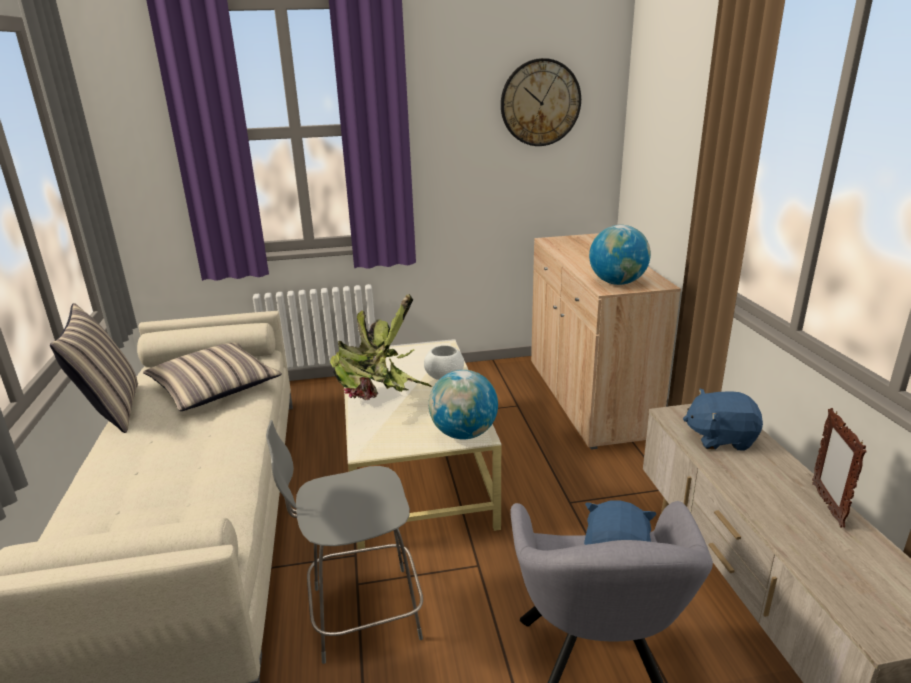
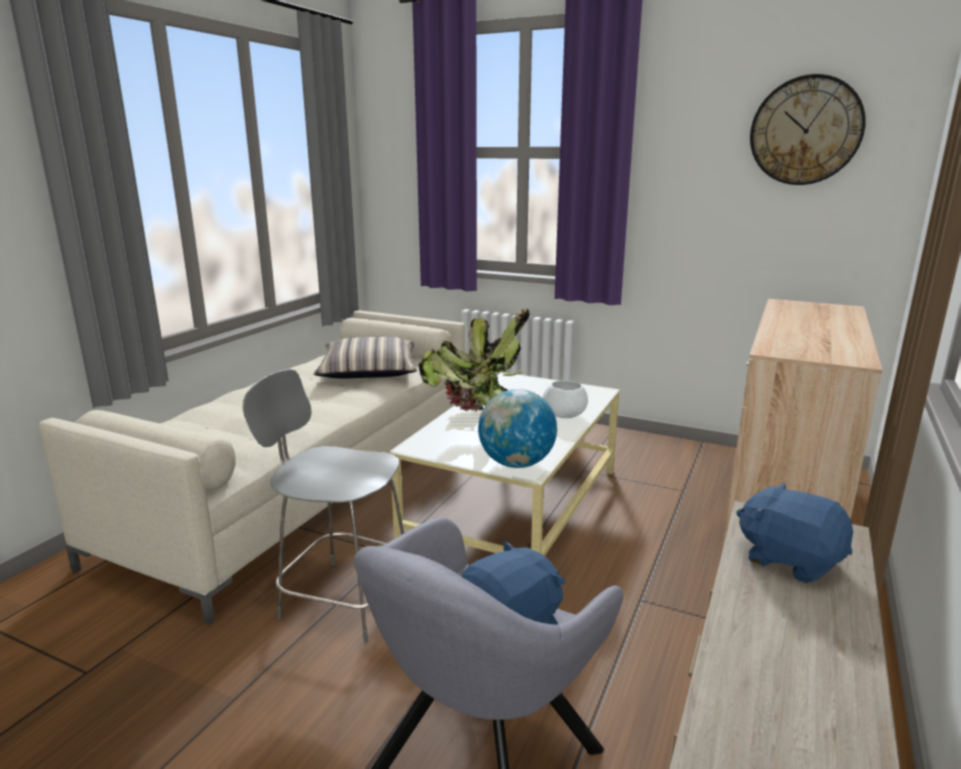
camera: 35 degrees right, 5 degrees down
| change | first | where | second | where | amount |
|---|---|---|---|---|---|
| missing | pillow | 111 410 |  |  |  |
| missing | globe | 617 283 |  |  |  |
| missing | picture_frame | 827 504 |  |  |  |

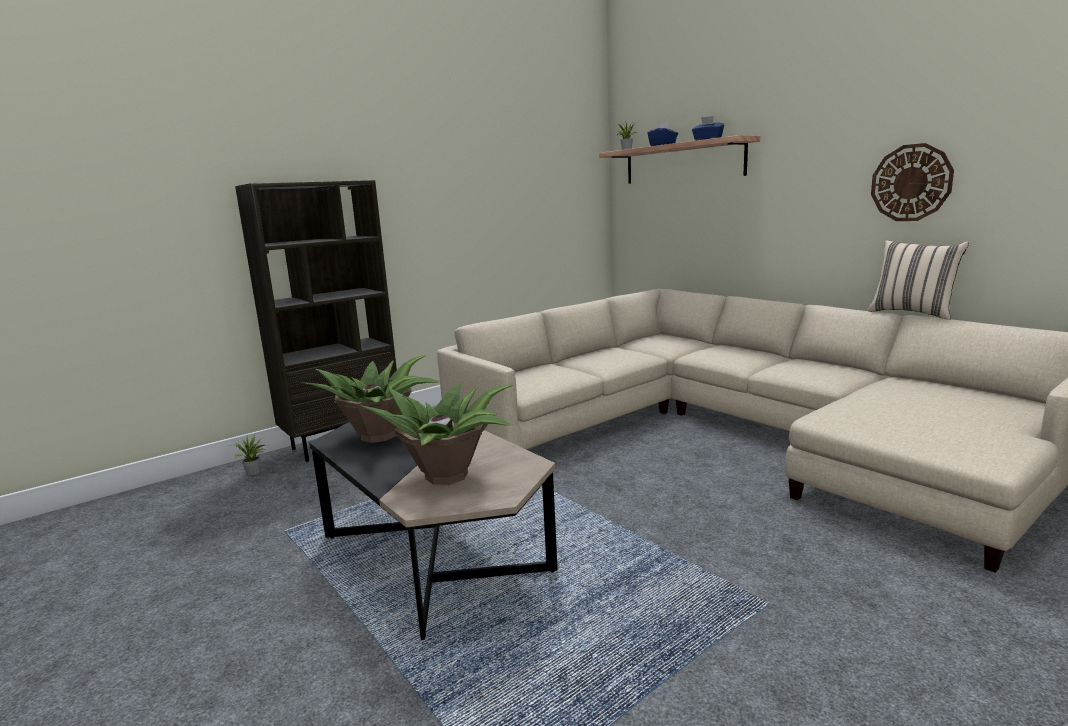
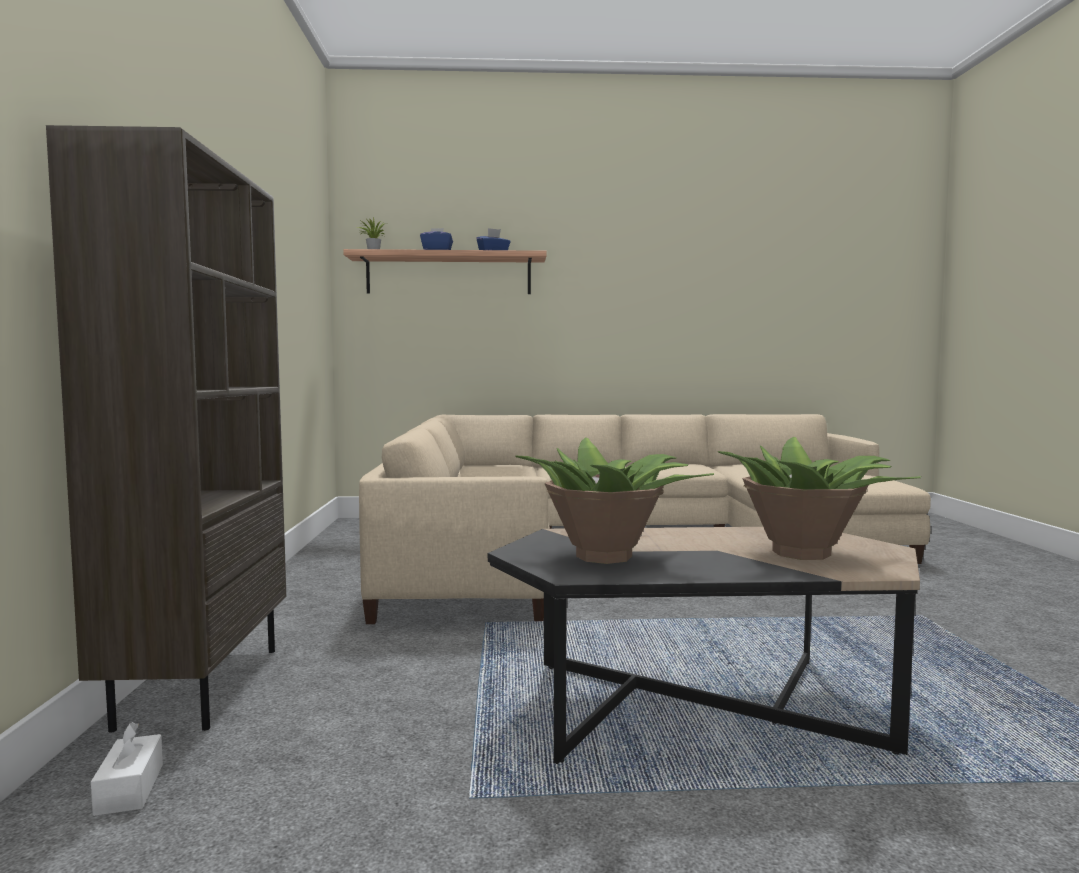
camera: 55 degrees left, 10 degrees down
| change | first | where | second | where | amount |
|---|---|---|---|---|---|
| exchanged | potted_plant | 254 472 | white_tissue_box | 129 789 |  |
| missing | beige_pillow | 912 313 |  |  |  |
| missing | wall_clock | 911 183 |  |  |  |

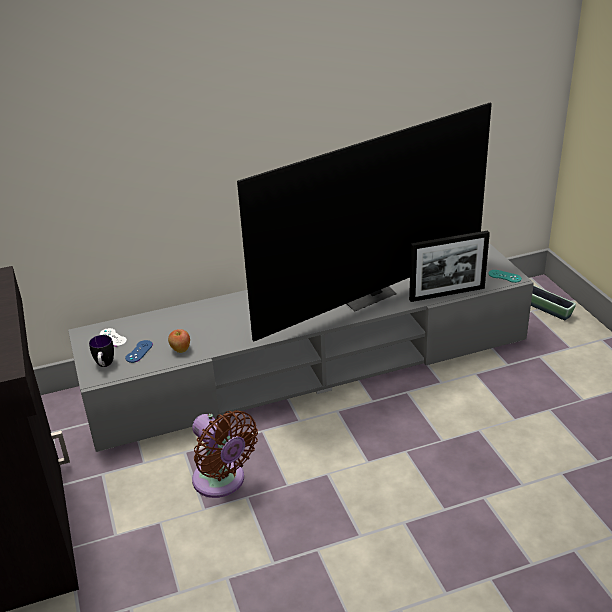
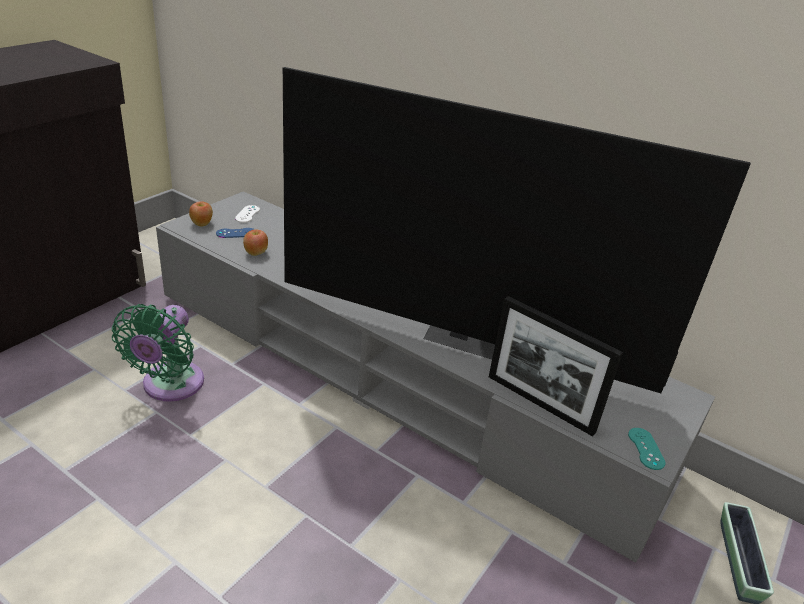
camera: 50 degrees right, 0 degrees up
| change | first | where | second | where | amount |
|---|---|---|---|---|---|
| exchanged | mug | 104 365 | apple | 202 224 |  |
| colour | brown_fan | 222 482 | green_fan | 170 386 |  |

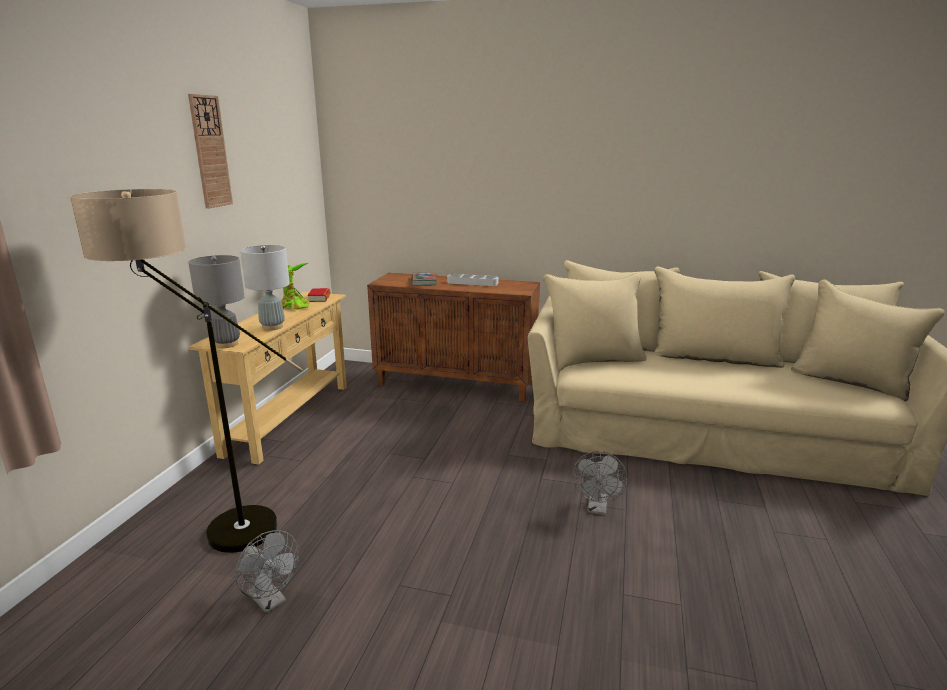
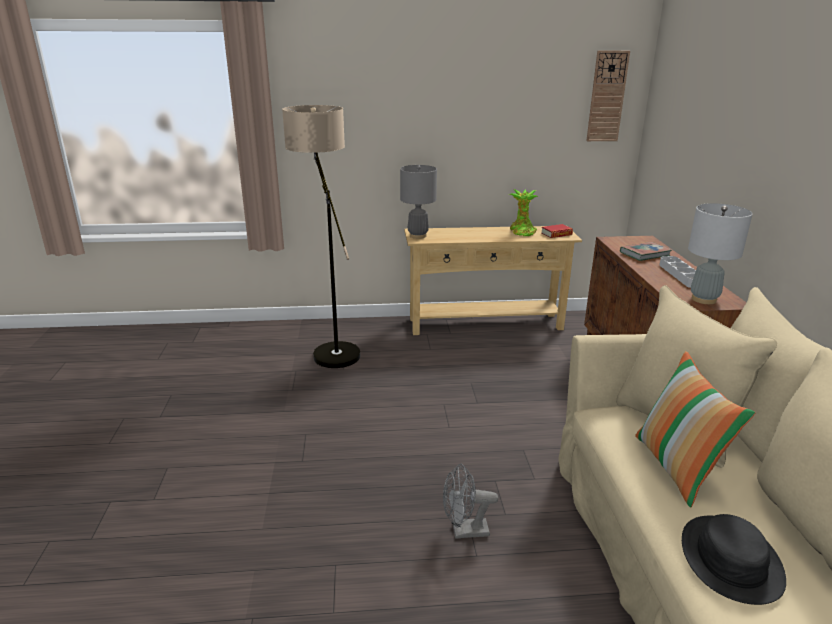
camera: 70 degrees right, 5 degrees up
| change | first | where | second | where | amount |
|---|---|---|---|---|---|
| relocated | wall_clock | 210 152 |  | 607 97 |  |
| missing | grey_fan | 271 601 |  |  |  |
| relocated | grey_table_lamp | 272 327 |  | 703 299 |  |
| appeared |  |  | pillow | 677 467 |  |
| appeared |  |  | black_hat | 730 559 |  |

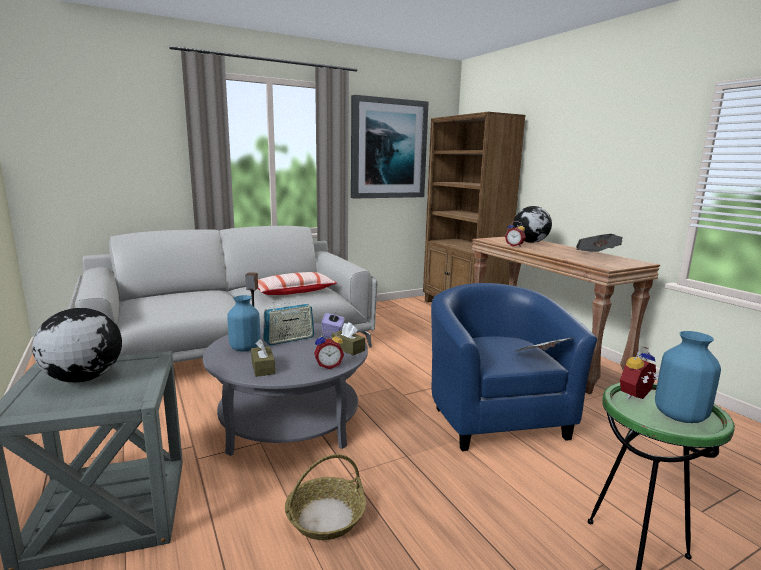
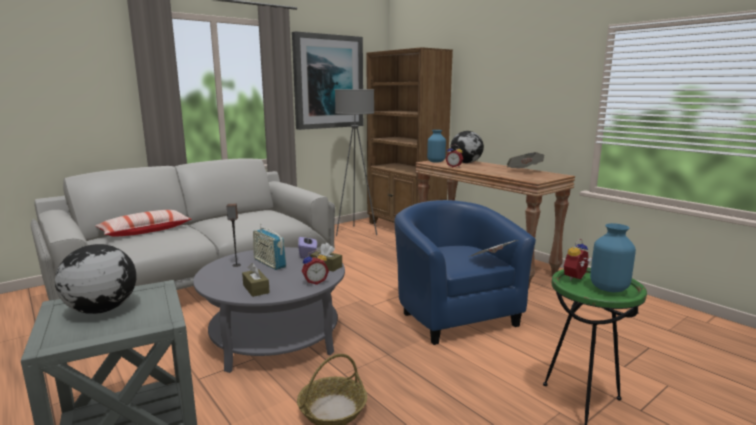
camera: 10 degrees left, 0 degrees up
| change | first | where | second | where | amount |
|---|---|---|---|---|---|
| relocated | blue_vase | 245 348 |  | 436 161 |  |
| relocated | pillow | 294 292 |  | 145 231 |  |
| spun | radio | 289 339 |  | 269 263 | 90 degrees clockwise |
| appeared |  |  | grey_floor_lamp | 356 232 |  |

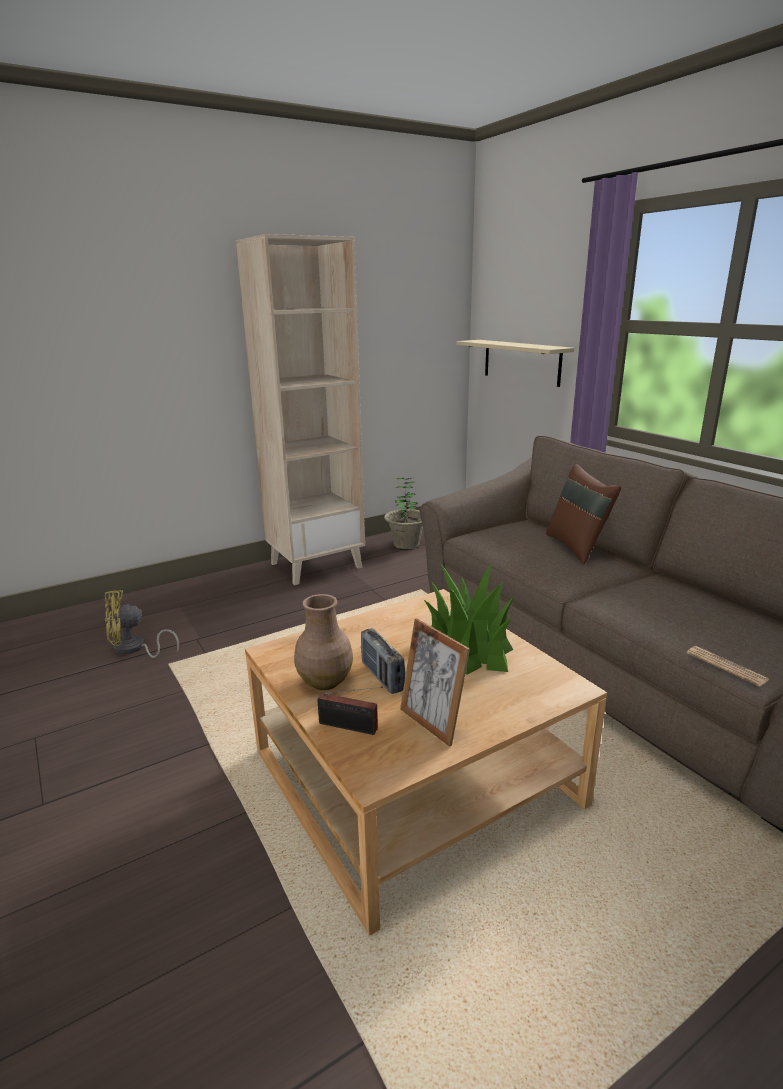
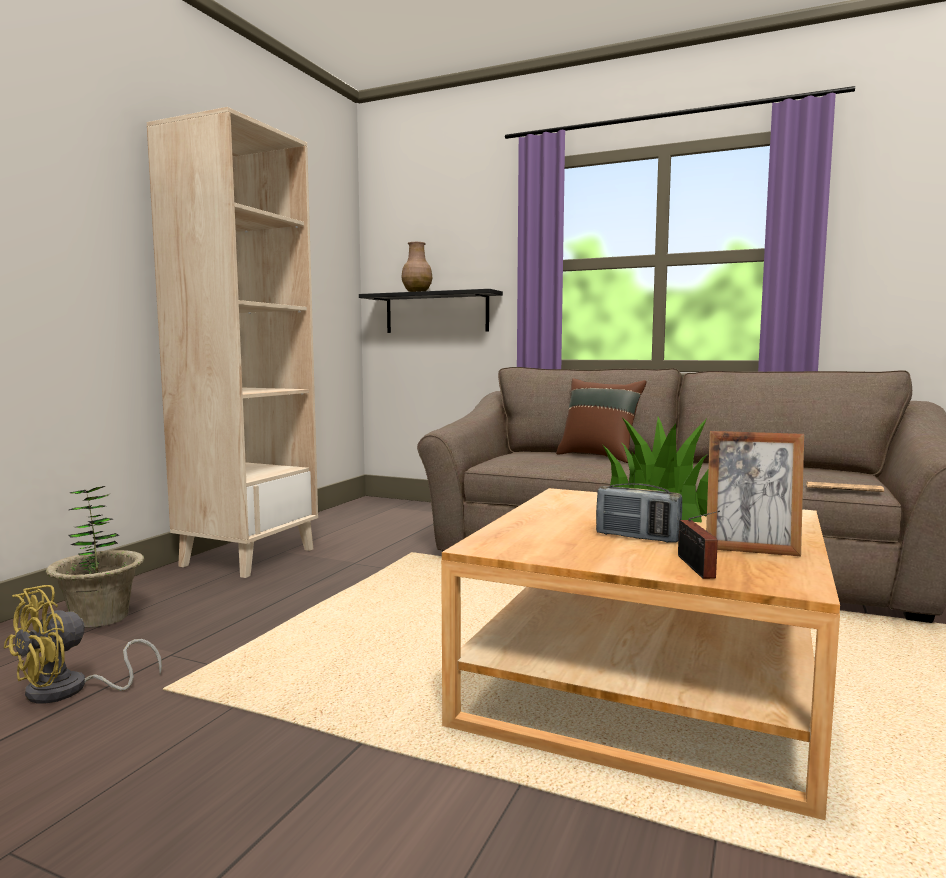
camera: 35 degrees left, 15 degrees down
| change | first | where | second | where | amount |
|---|---|---|---|---|---|
| relocated | brown_vase | 324 681 |  | 416 292 |  |
| spun | radio | 351 727 |  | 696 568 | 105 degrees clockwise |
| relocated | potted_plant | 406 544 |  | 100 618 |  |
| colour | beige_shelf | 521 362 | black_shelf | 436 313 |  |

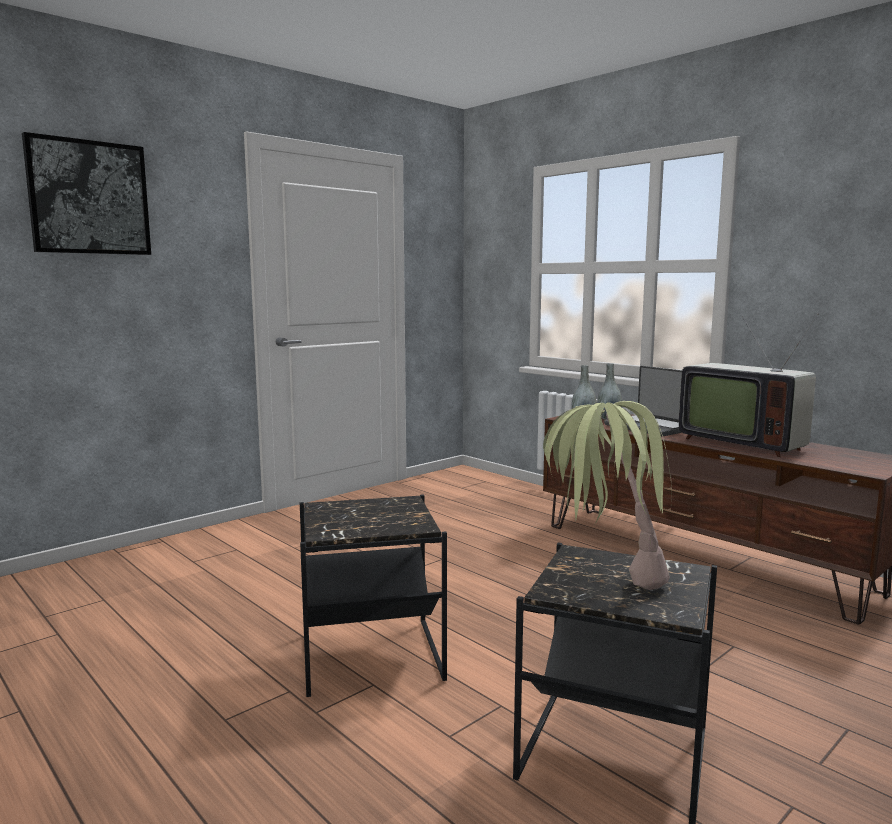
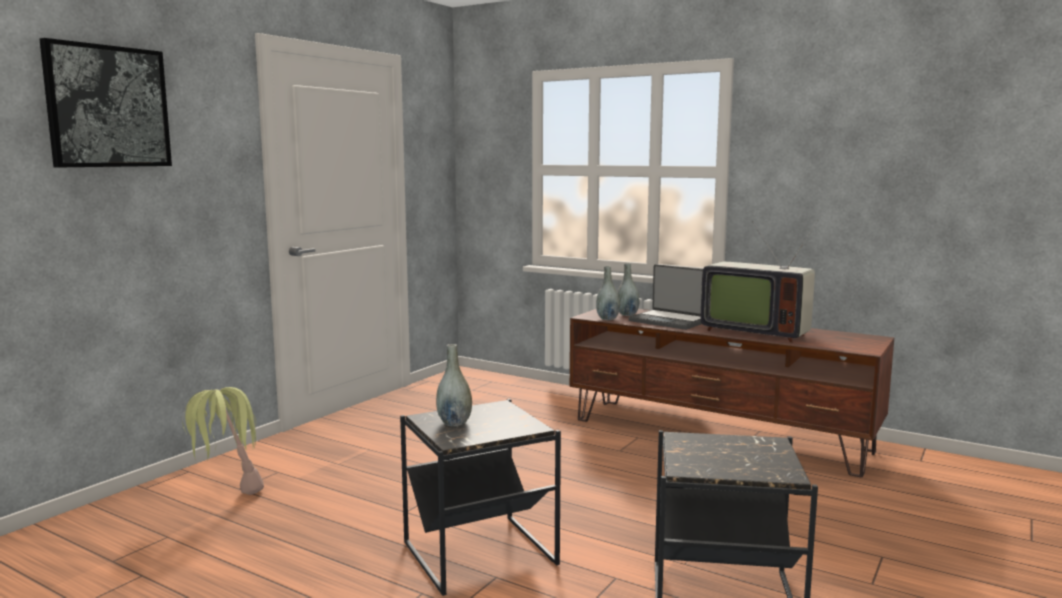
camera: 15 degrees left, 0 degrees up
| change | first | where | second | where | amount |
|---|---|---|---|---|---|
| relocated | potted_plant | 602 583 |  | 226 493 |  |
| appeared |  |  | grey_vase | 454 423 |  |

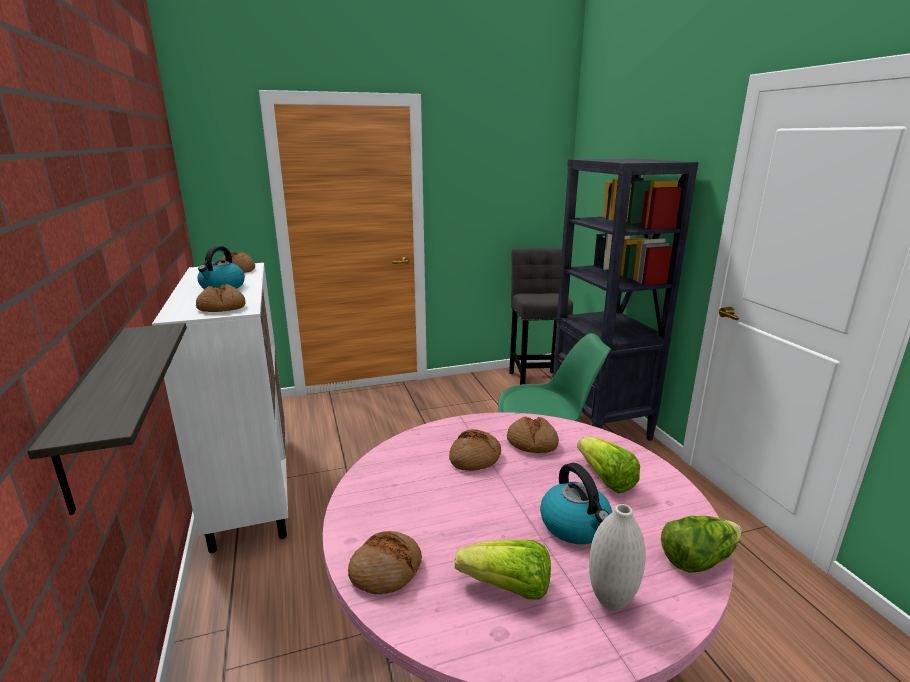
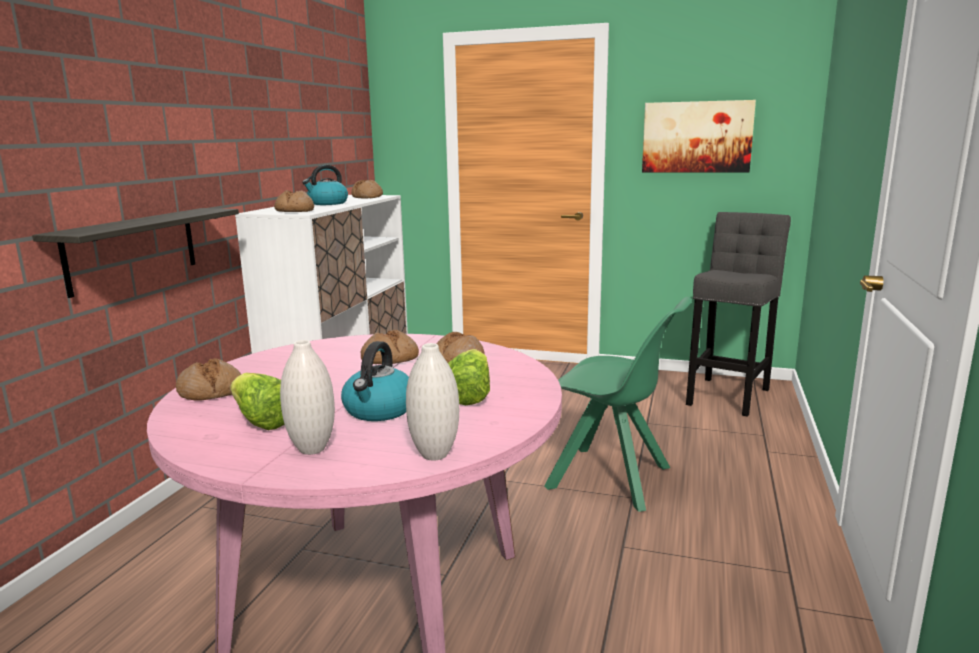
camera: 35 degrees right, 5 degrees down
| change | first | where | second | where | amount |
|---|---|---|---|---|---|
| missing | black_bookcase | 600 425 |  |  |  |
| exchanged | lettuce | 697 558 | white_vase | 434 455 |  |
| appeared |  |  | picture | 696 137 |  |

